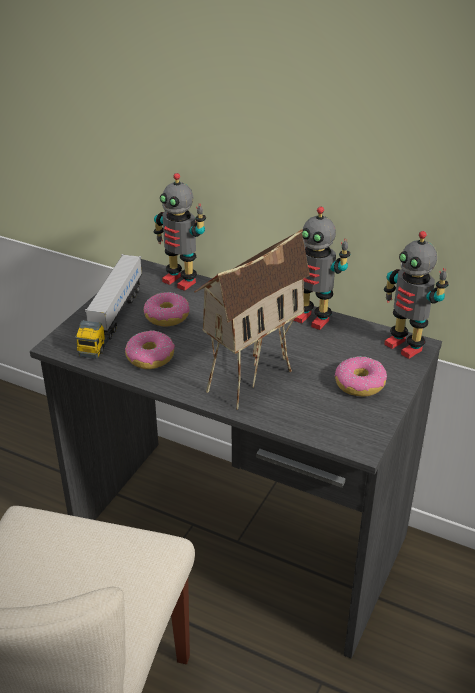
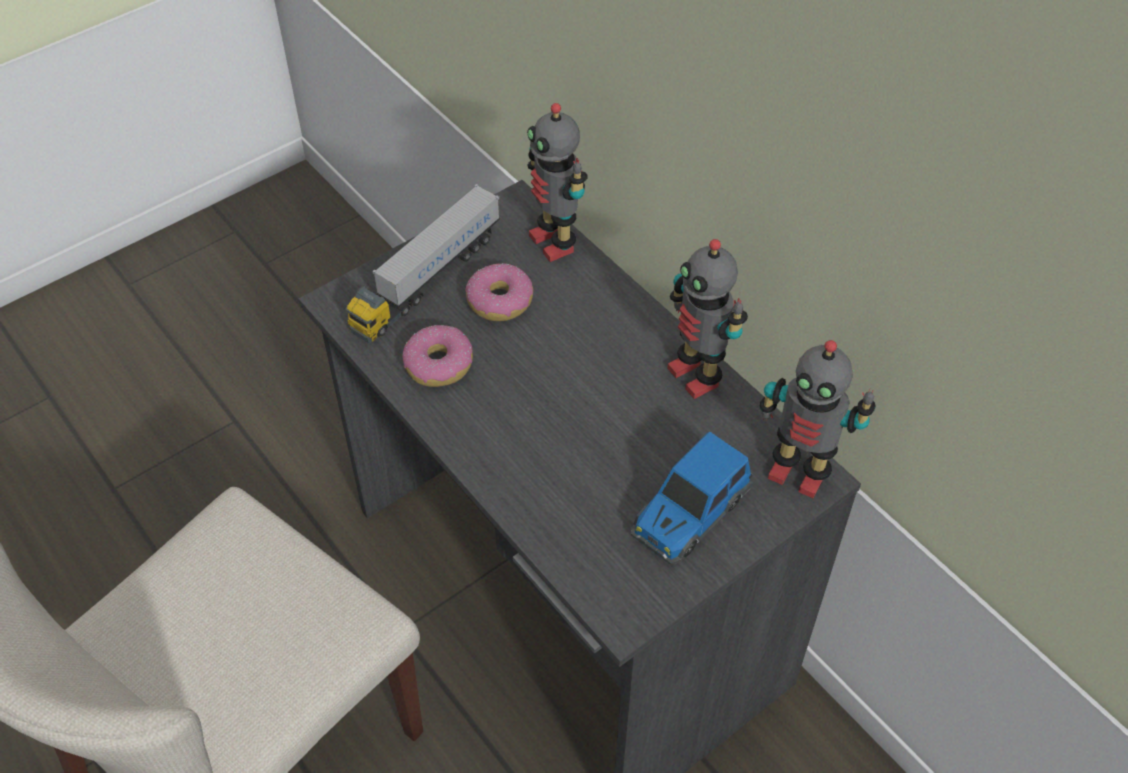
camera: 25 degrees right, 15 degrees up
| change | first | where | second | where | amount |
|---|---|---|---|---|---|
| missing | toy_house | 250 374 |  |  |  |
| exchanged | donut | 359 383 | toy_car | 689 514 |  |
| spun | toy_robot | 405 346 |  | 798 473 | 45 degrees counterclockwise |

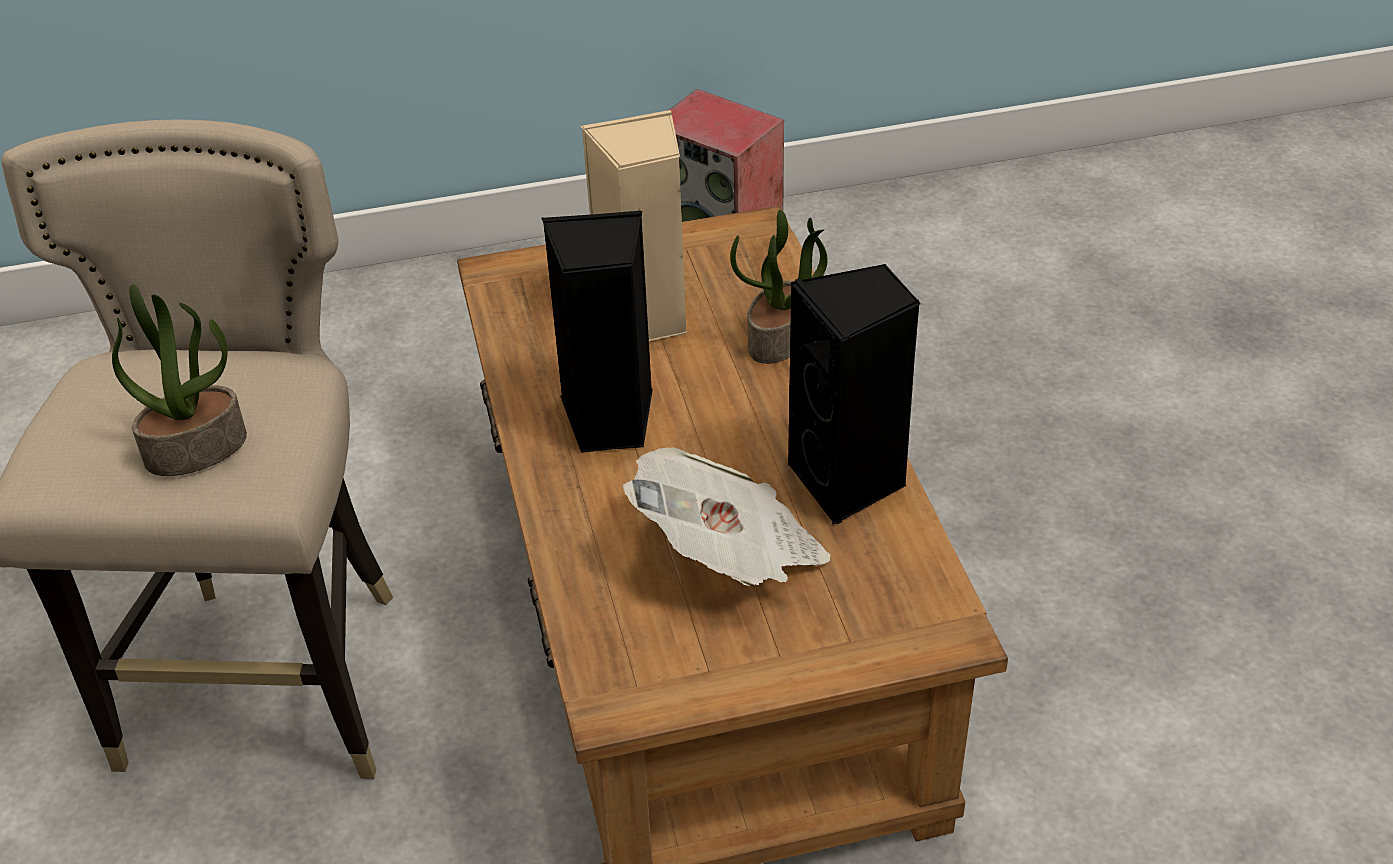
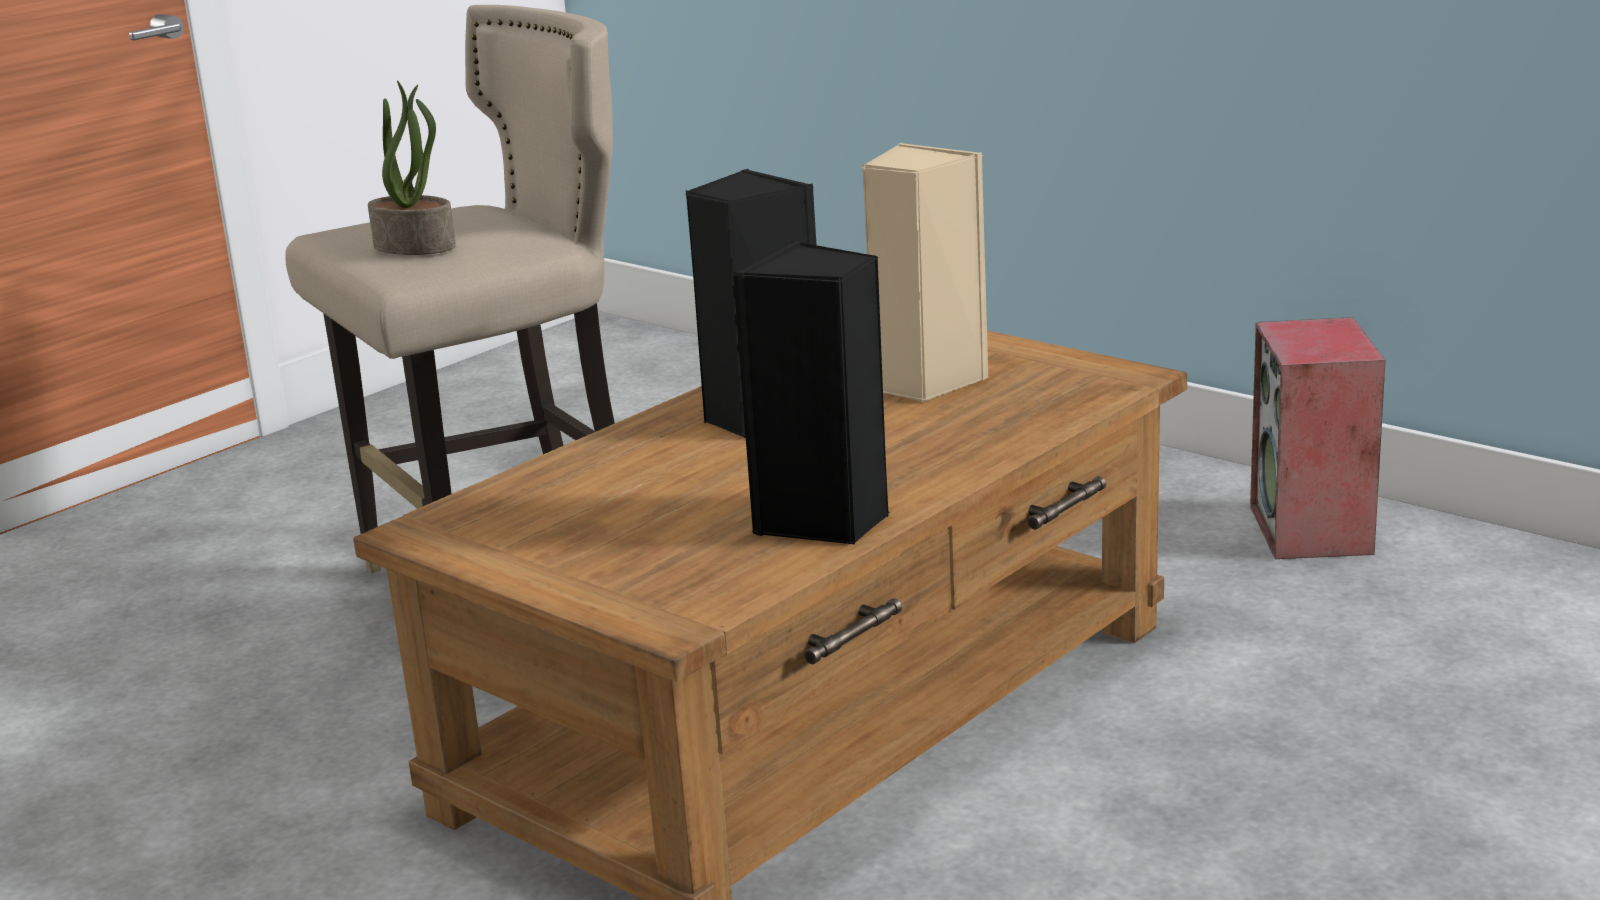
camera: 55 degrees right, 20 degrees down
| change | first | where | second | where | amount |
|---|---|---|---|---|---|
| missing | newspaper | 730 555 |  |  |  |
| missing | potted_plant | 780 339 |  |  |  |

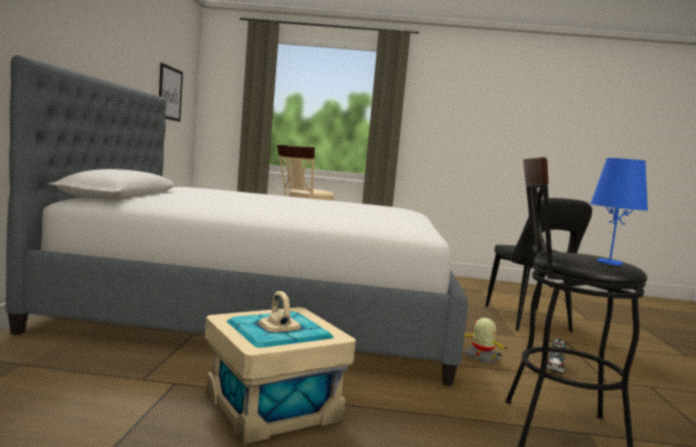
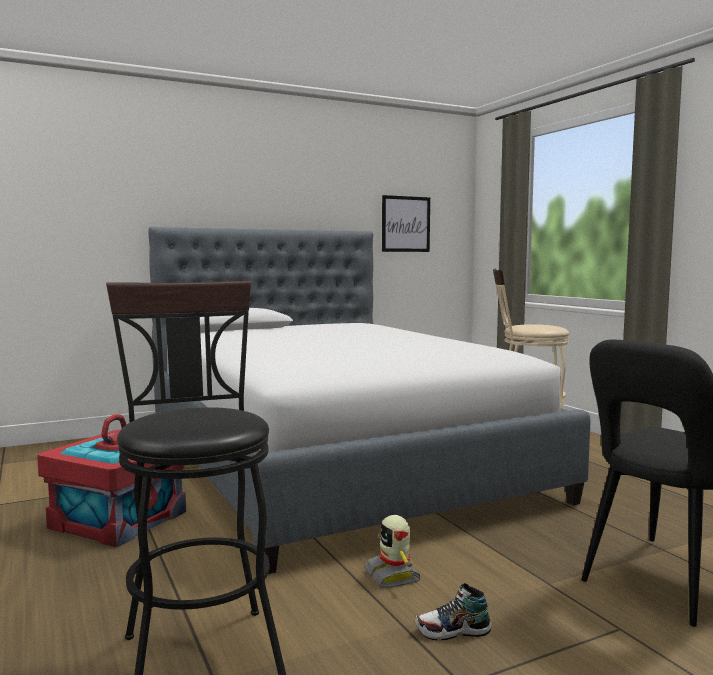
camera: 60 degrees right, 0 degrees up
| change | first | where | second | where | amount |
|---|---|---|---|---|---|
| colour | beige_storage_box | 271 407 | red_storage_box | 118 519 |  |
| spun | toy_robot | 481 358 |  | 393 575 | 150 degrees clockwise |
| missing | blue_table_lamp | 610 263 |  |  |  |

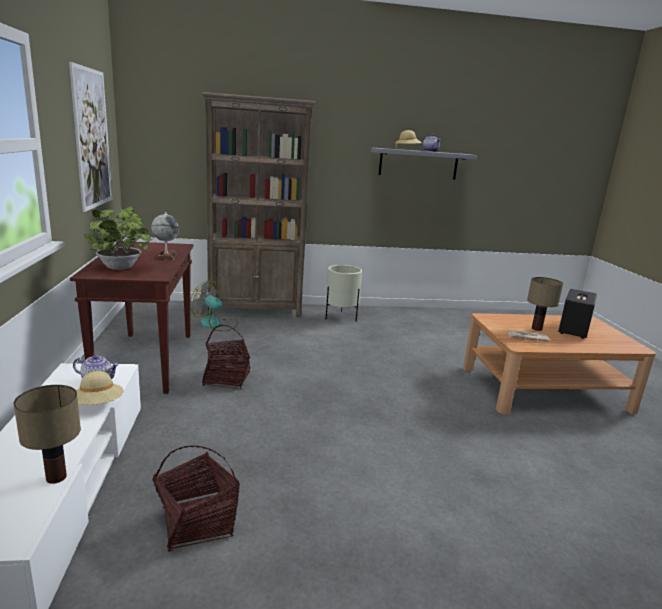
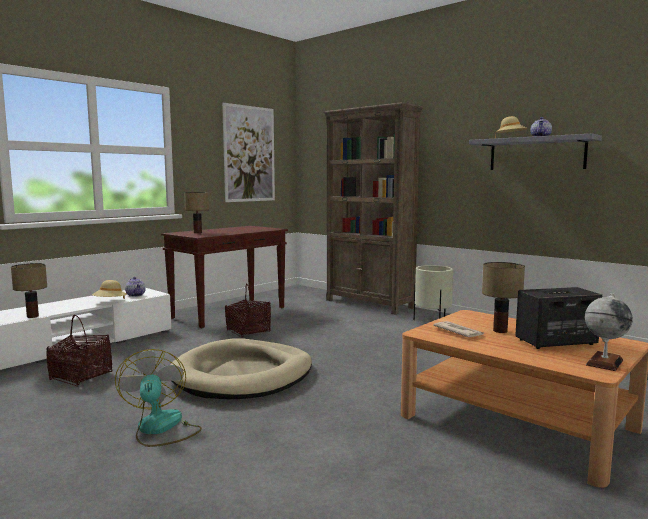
camera: 50 degrees right, 10 degrees down
| change | first | where | second | where | amount |
|---|---|---|---|---|---|
| exchanged | potted_plant | 121 268 | table_lamp | 198 232 |  |
| relocated | globe | 166 256 |  | 604 362 |  |
| relocated | fan | 216 324 |  | 160 429 |  |
| appeared |  |  | beige_dog_bed | 243 375 |  |

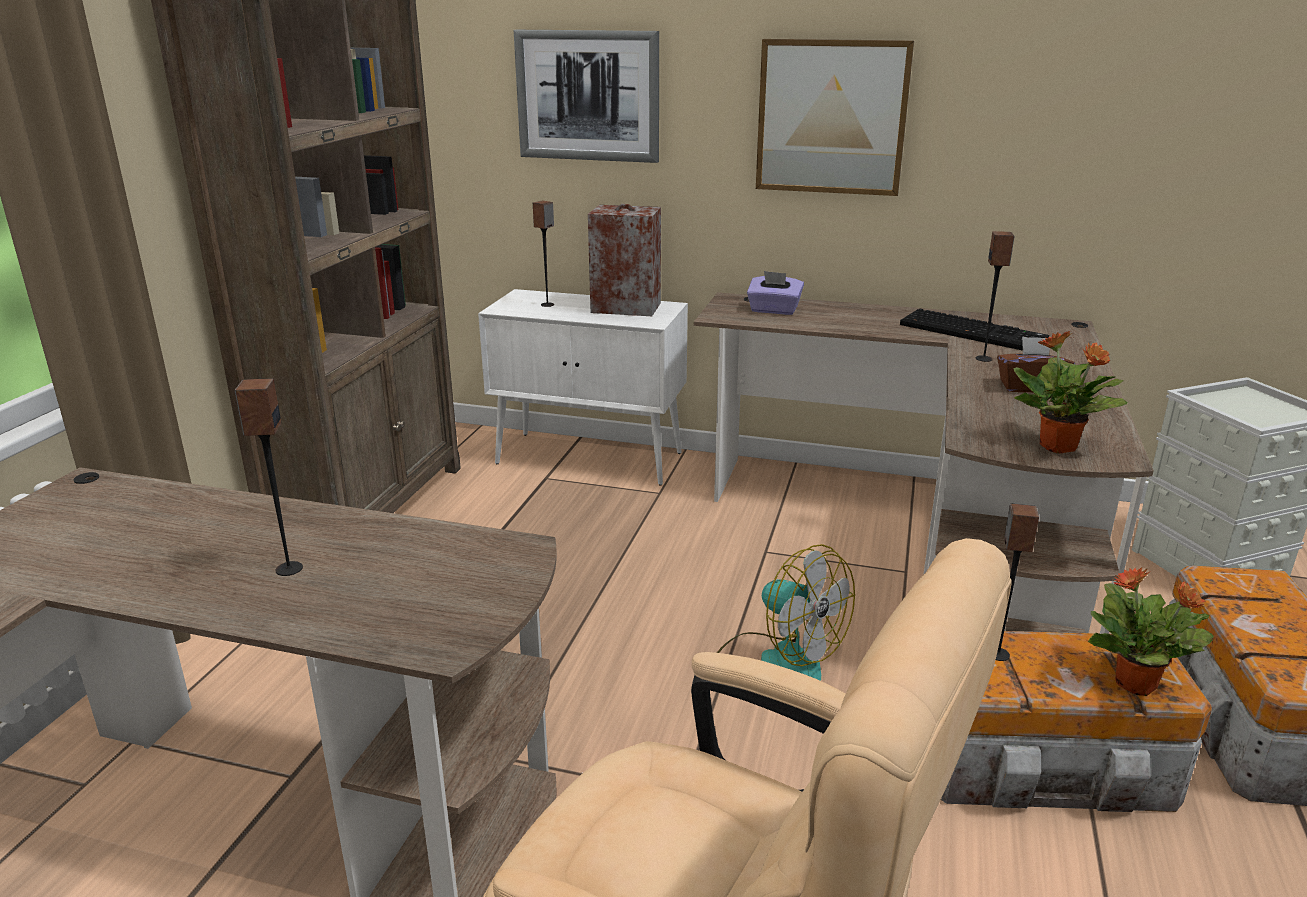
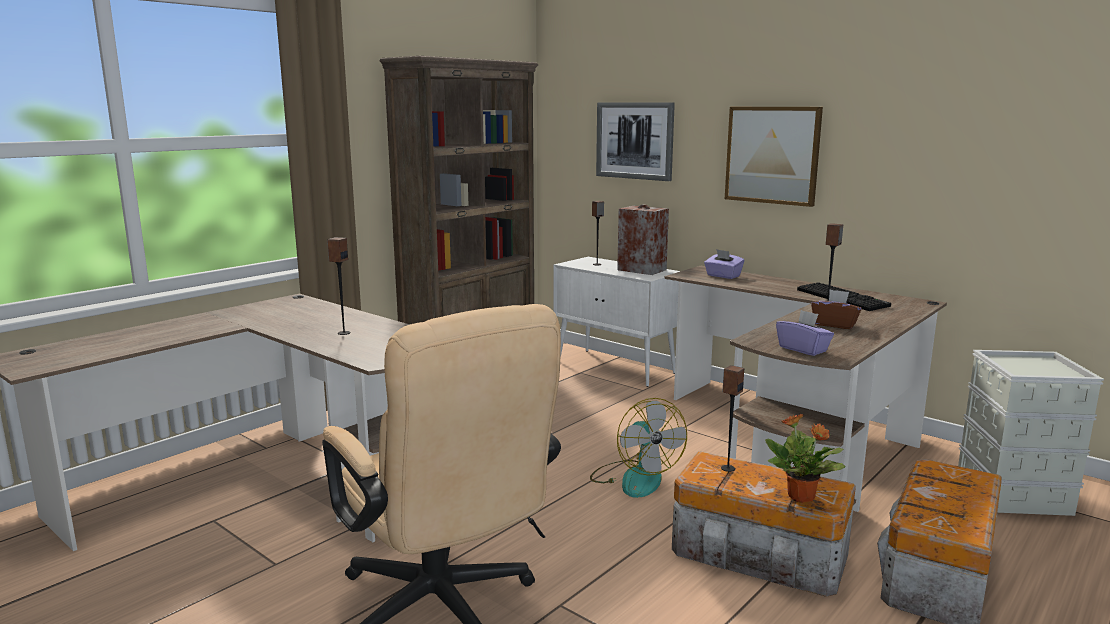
camera: 25 degrees right, 10 degrees down
| change | first | where | second | where | amount |
|---|---|---|---|---|---|
| exchanged | potted_plant | 1058 447 | purple_tissue_box | 803 349 |  |

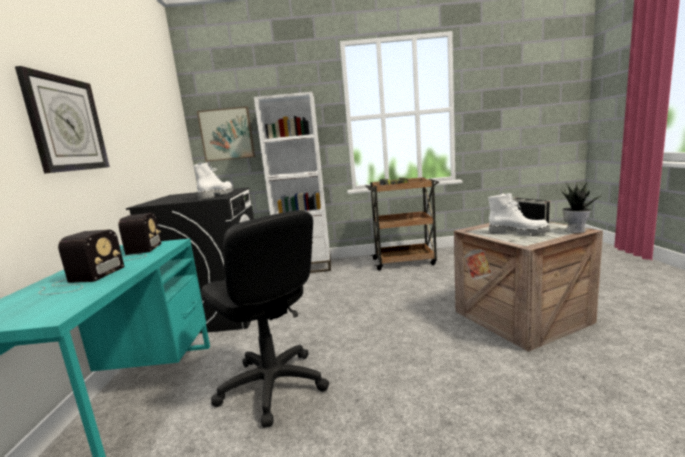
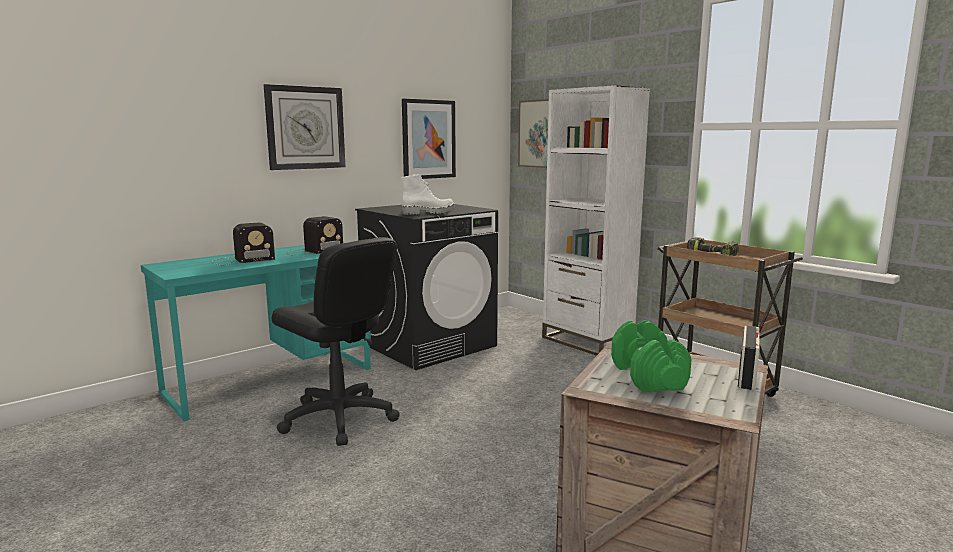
camera: 50 degrees right, 0 degrees up
| change | first | where | second | where | amount |
|---|---|---|---|---|---|
| spun | black_office_chair | 272 386 |  | 339 418 | 60 degrees counterclockwise |
| exchanged | white_boot | 518 232 | green_dumbbell | 648 377 |  |
| missing | potted_plant | 575 230 |  |  |  |
| appeared |  |  | picture | 428 139 |  |

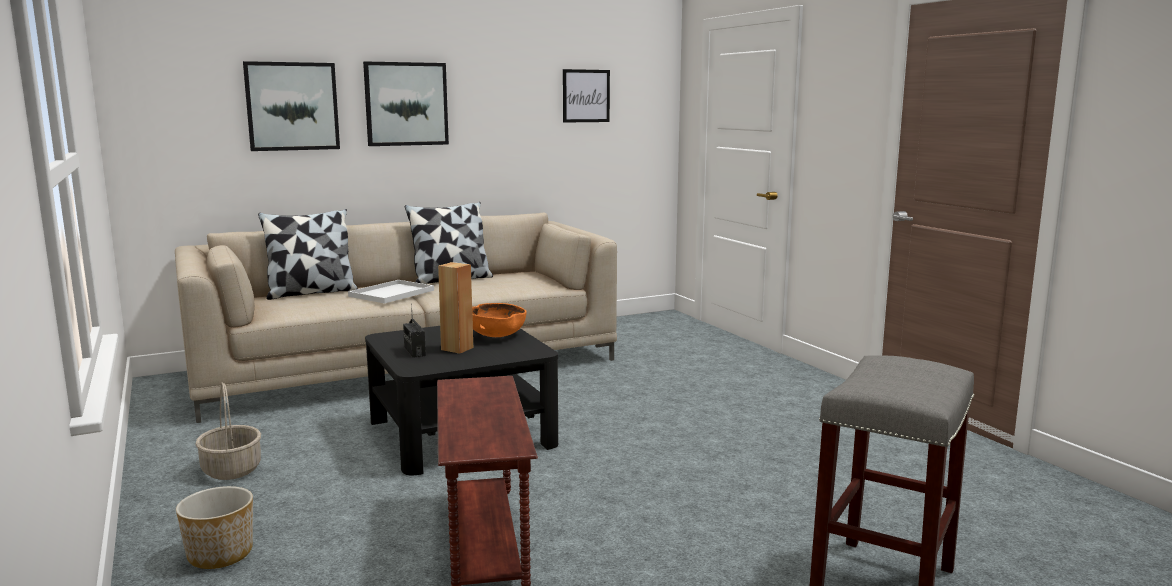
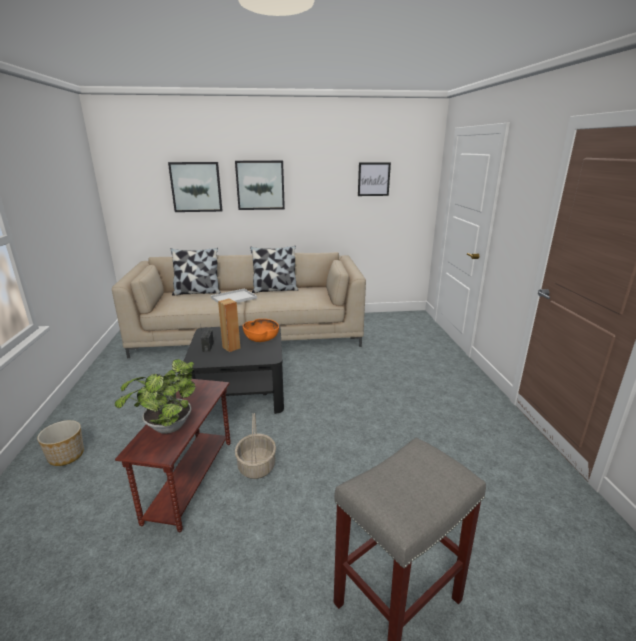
camera: 20 degrees right, 10 degrees up
| change | first | where | second | where | amount |
|---|---|---|---|---|---|
| relocated | basket | 231 469 |  | 256 466 |  |
| appeared |  |  | potted_plant | 166 428 |  |

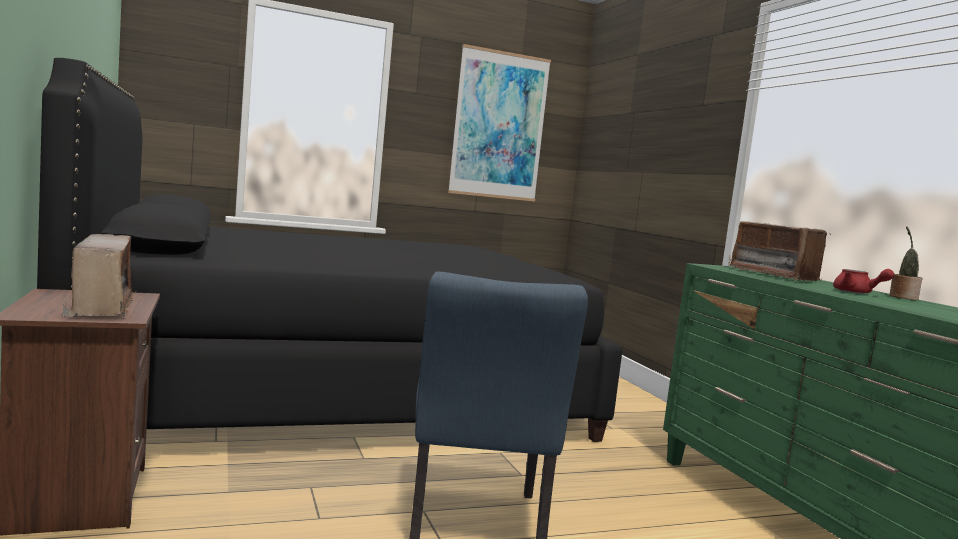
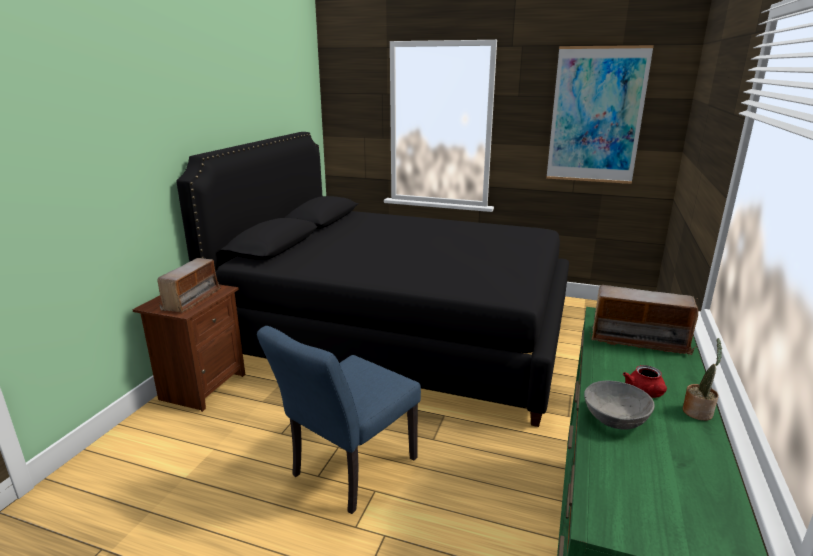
camera: 40 degrees right, 15 degrees up
| change | first | where | second | where | amount |
|---|---|---|---|---|---|
| spun | radio | 773 275 |  | 638 341 | 90 degrees counterclockwise |
| appeared |  |  | grey_bowl | 616 418 |  |

